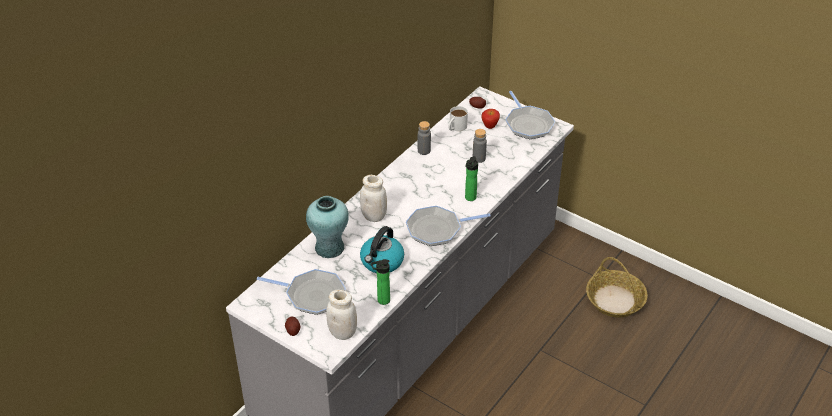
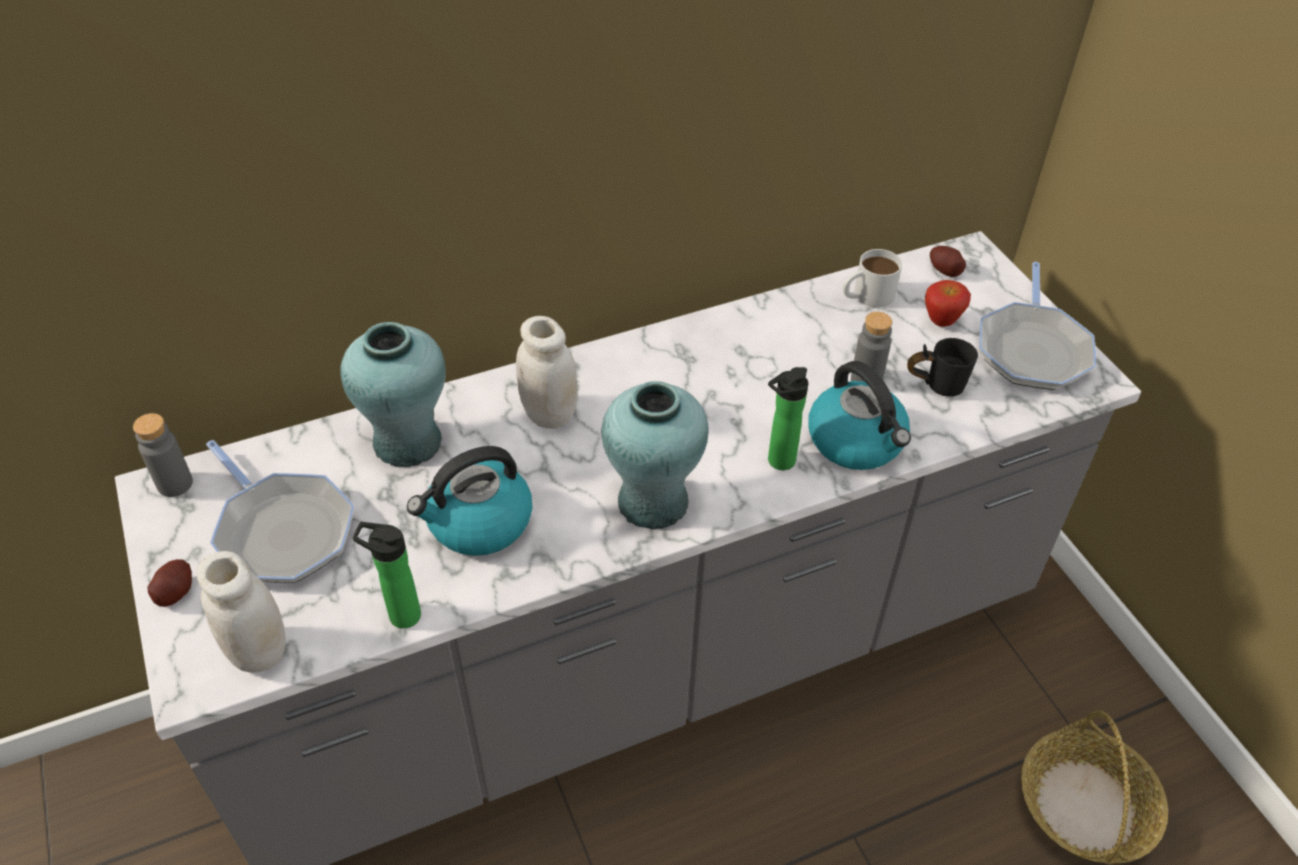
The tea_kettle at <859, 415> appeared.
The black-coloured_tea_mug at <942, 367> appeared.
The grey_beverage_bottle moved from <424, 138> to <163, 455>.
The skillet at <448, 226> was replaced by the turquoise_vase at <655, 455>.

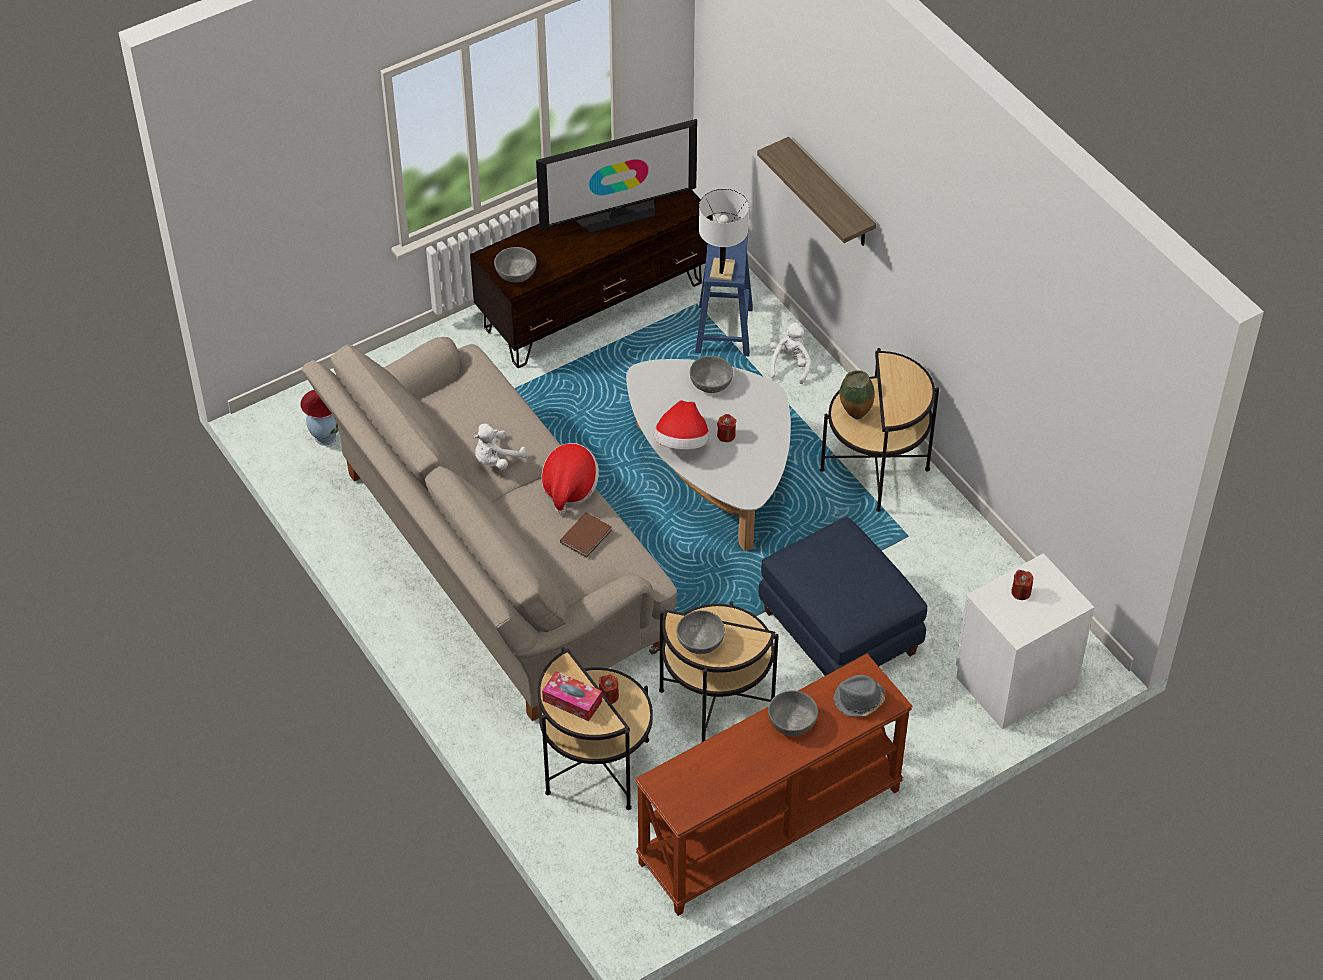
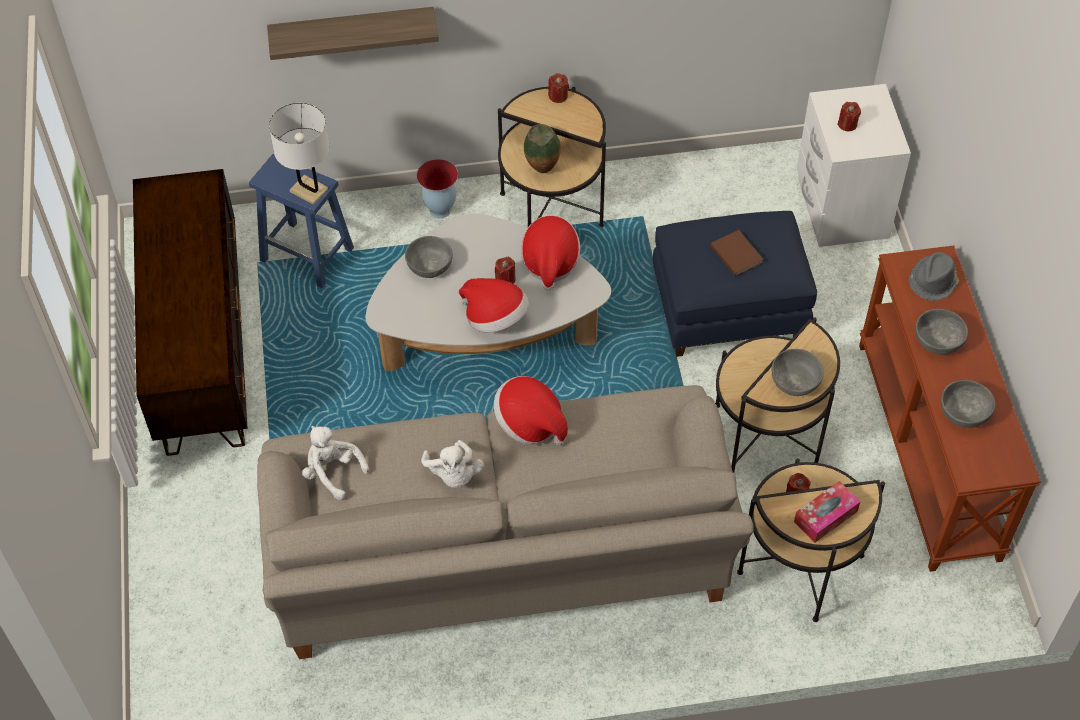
The TV at <616, 176> disappeared.
The wearable_hat at <550, 253> appeared.
The red-coloured_candle at <558, 88> appeared.
The vase moved from <319, 418> to <437, 188>.
The grey_deep_dish moved from <515, 265> to <968, 404>.
The brownish_volume moved from <586, 535> to <737, 253>.
The white-coloured_plush_toy moved from <790, 353> to <335, 463>.

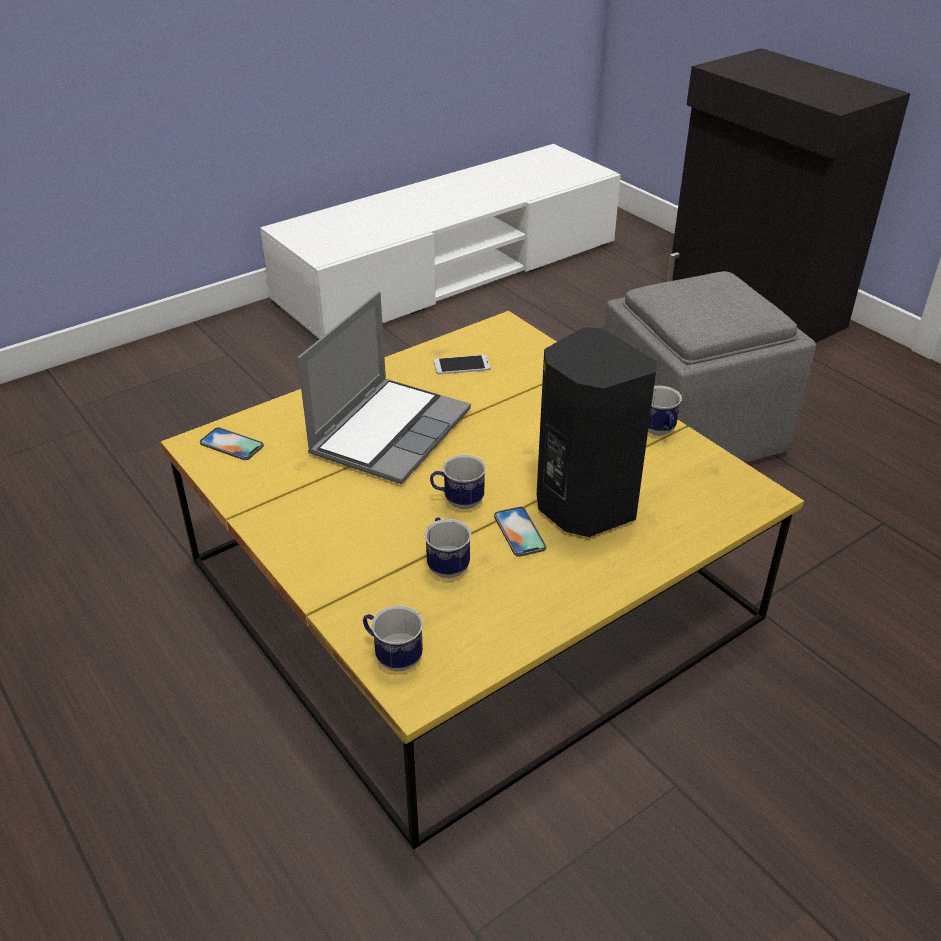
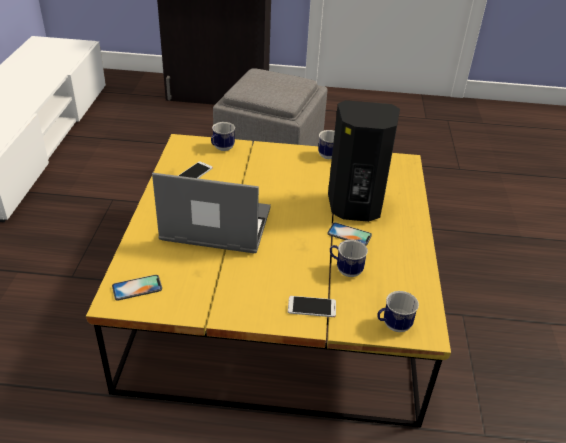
The handset at <312, 306> appeared.
The tea_mug moved from <458, 482> to <223, 136>.
The portable_computer at <384, 387> turned 60 degrees counterclockwise.

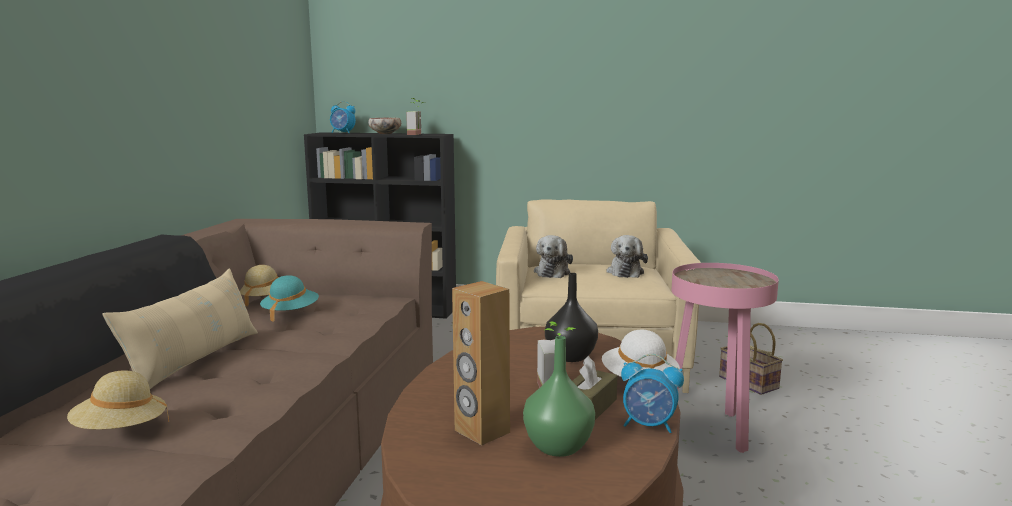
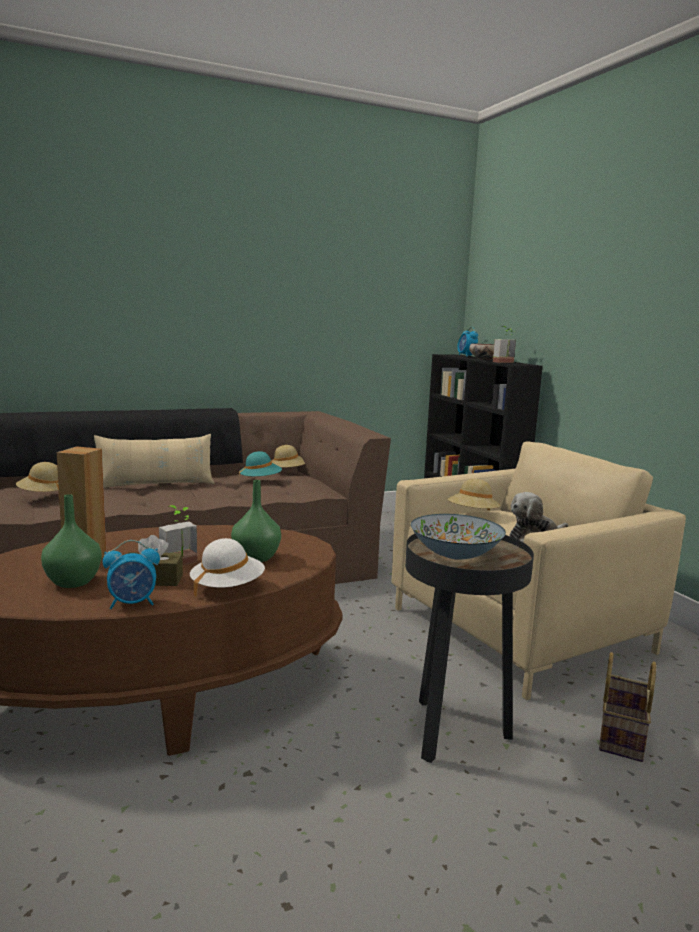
The deep_dish at <458, 537> appeared.
The plush_toy at <553, 256> was replaced by the beige-coloured_wearable_hat at <474, 494>.
The black-coloured_vase at <571, 317> became the greenish_vase at <256, 521>.
The pinkish_side_table at <725, 358> became the black-coloured_side_table at <469, 648>.
The table_clock at <652, 393> turned 90 degrees counterclockwise.

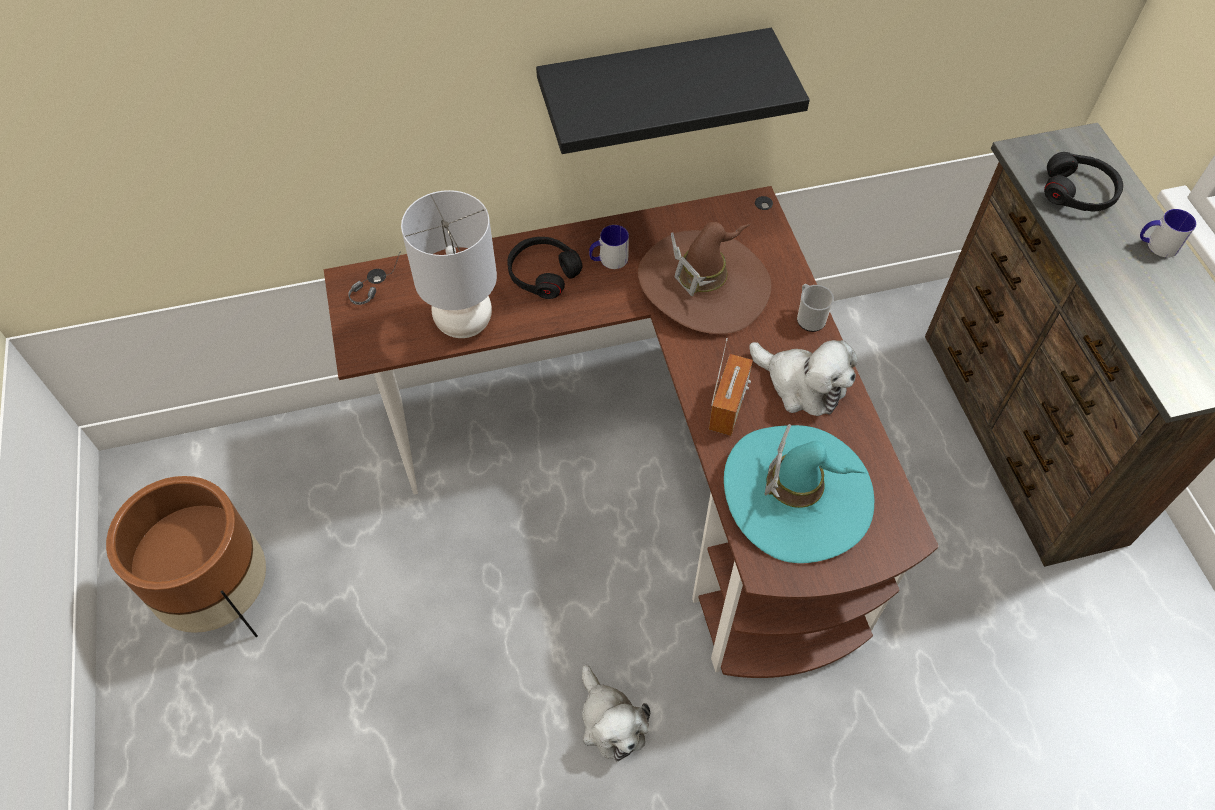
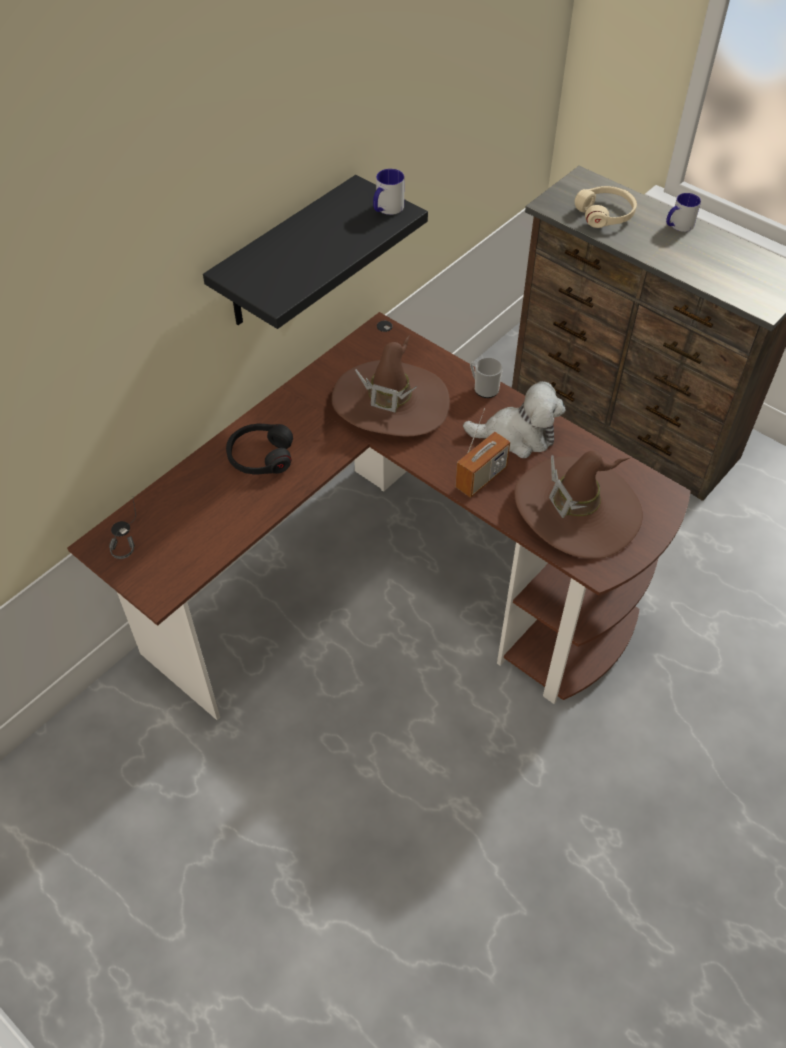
The brownish_flower_pot at <186, 556> disappeared.
The grey_table_lamp at <449, 264> disappeared.
The plush_toy at <616, 713> disappeared.
The tea_mug moved from <609, 247> to <389, 192>.
The turquoise_wearable_hat at <799, 493> became the brownish_wearable_hat at <578, 505>.
The black-coloured_headset at <1083, 181> became the beige-coloured_headset at <606, 207>.
The radio at <731, 387> turned 60 degrees clockwise.

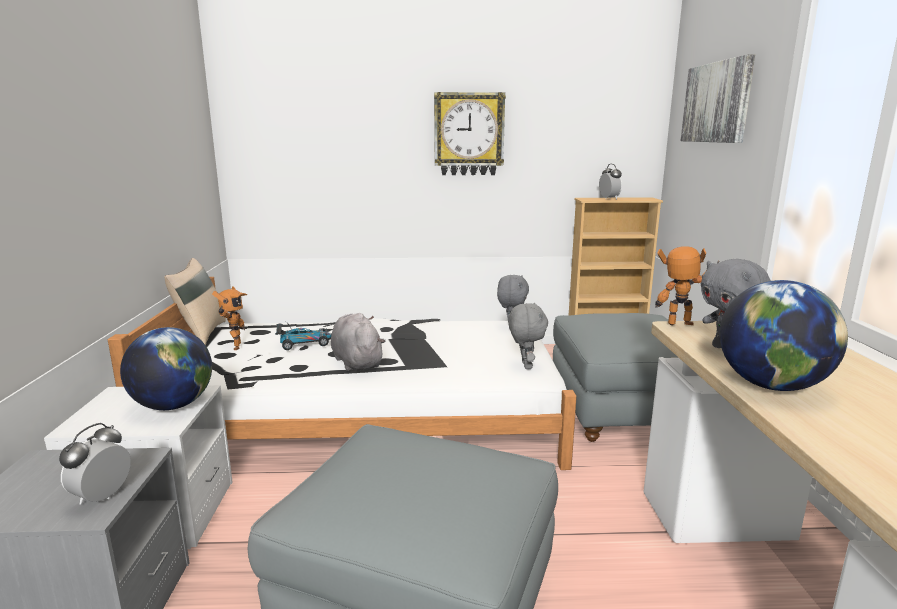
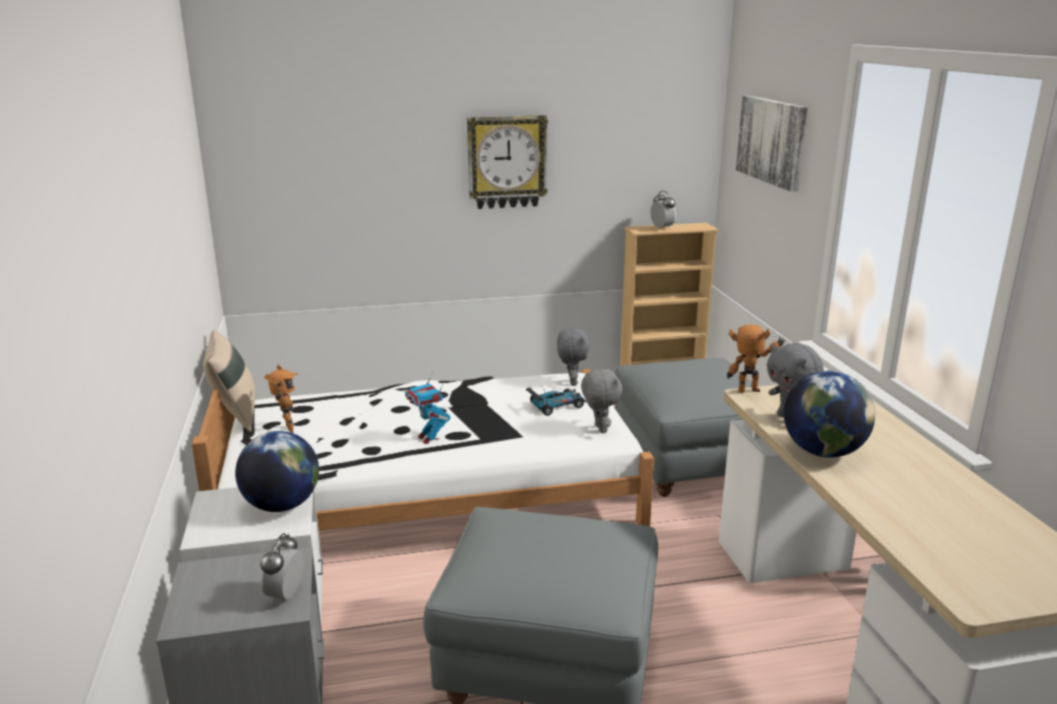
The miniature_car moved from <303, 336> to <556, 401>.
The grey_plush_toy at <358, 342> was replaced by the model_robot at <427, 408>.

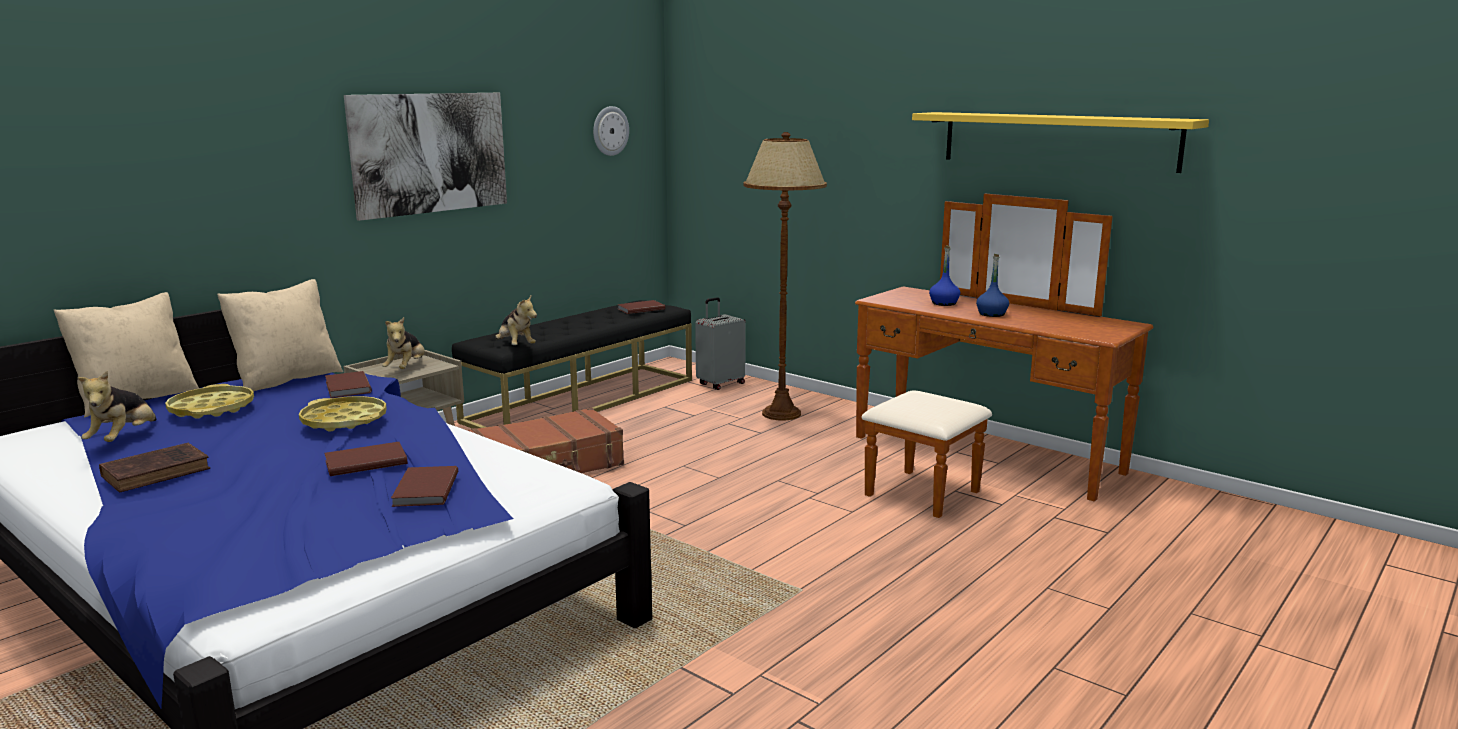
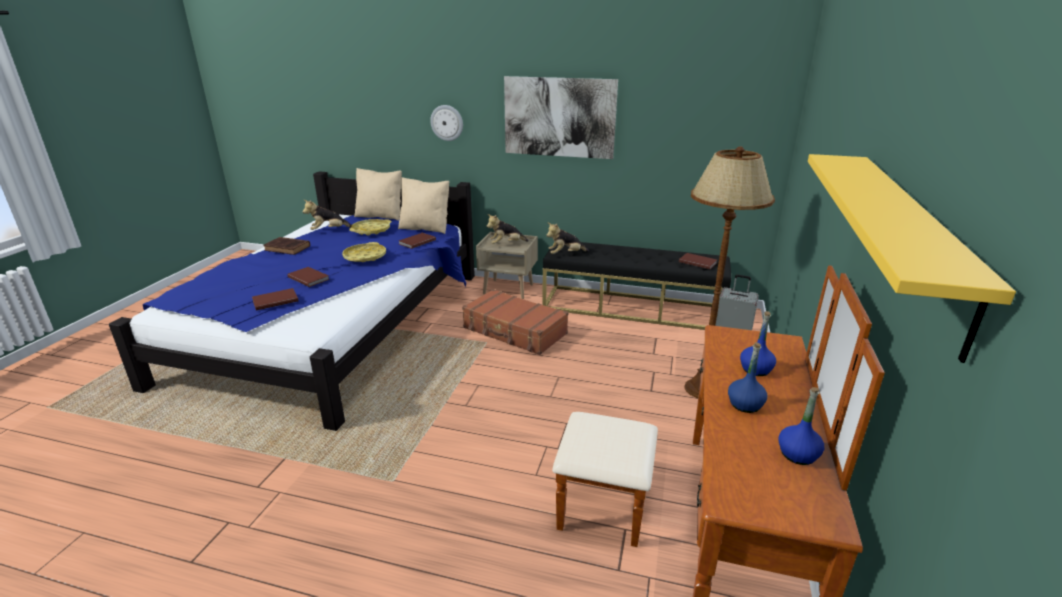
The bluish_beverage_bottle at <801, 426> appeared.
The wall_clock moved from <611, 131> to <446, 123>.
The plush_toy at <516, 320> turned 45 degrees clockwise.

